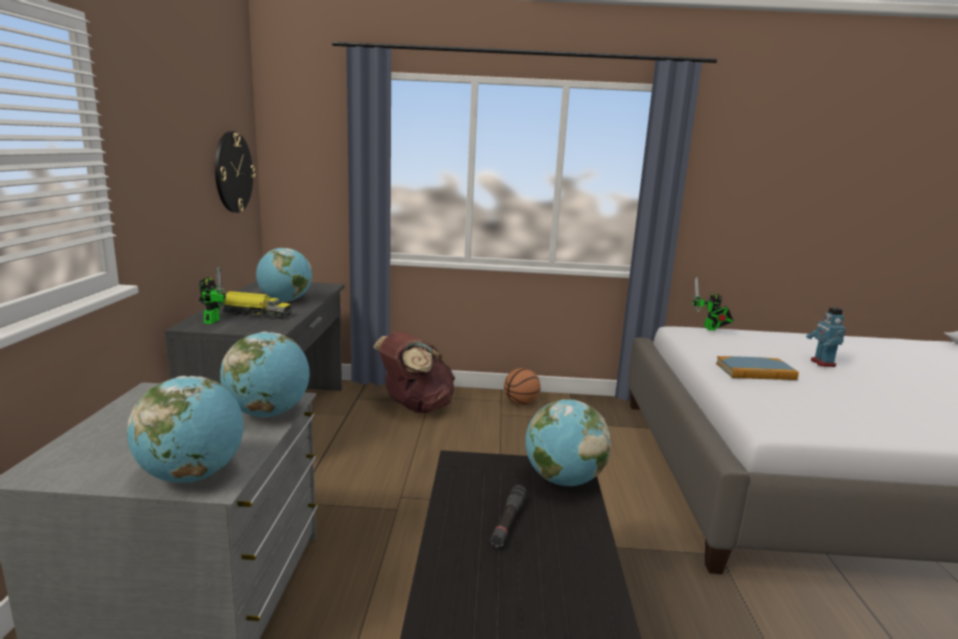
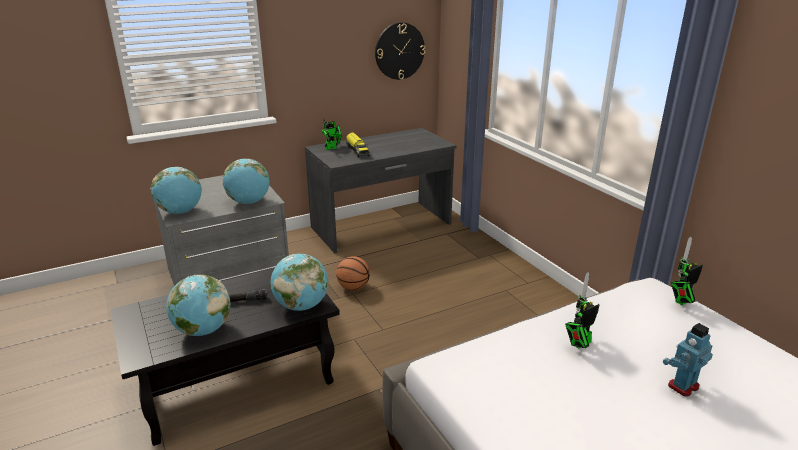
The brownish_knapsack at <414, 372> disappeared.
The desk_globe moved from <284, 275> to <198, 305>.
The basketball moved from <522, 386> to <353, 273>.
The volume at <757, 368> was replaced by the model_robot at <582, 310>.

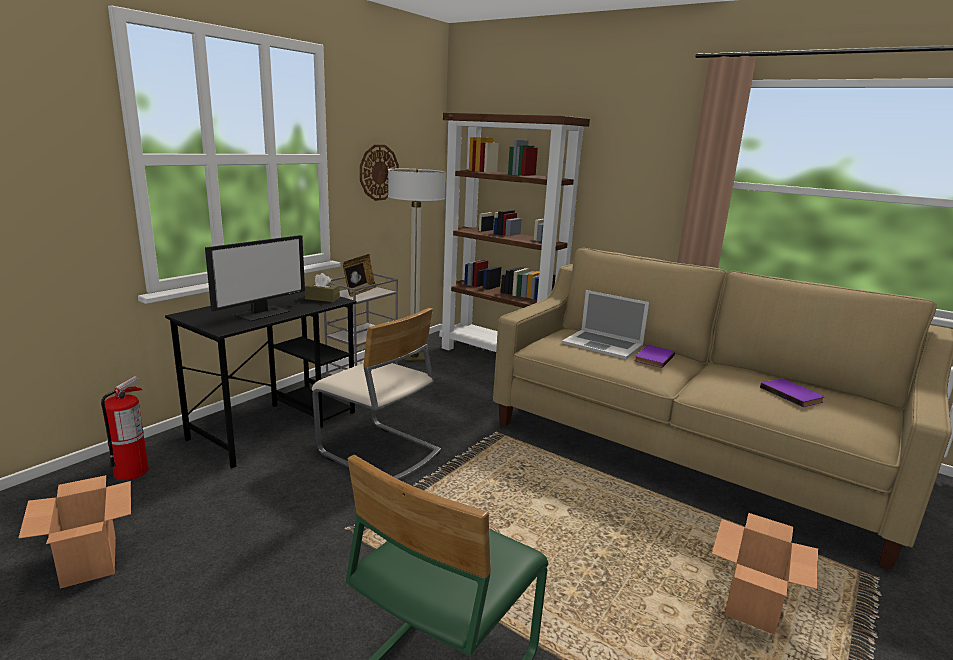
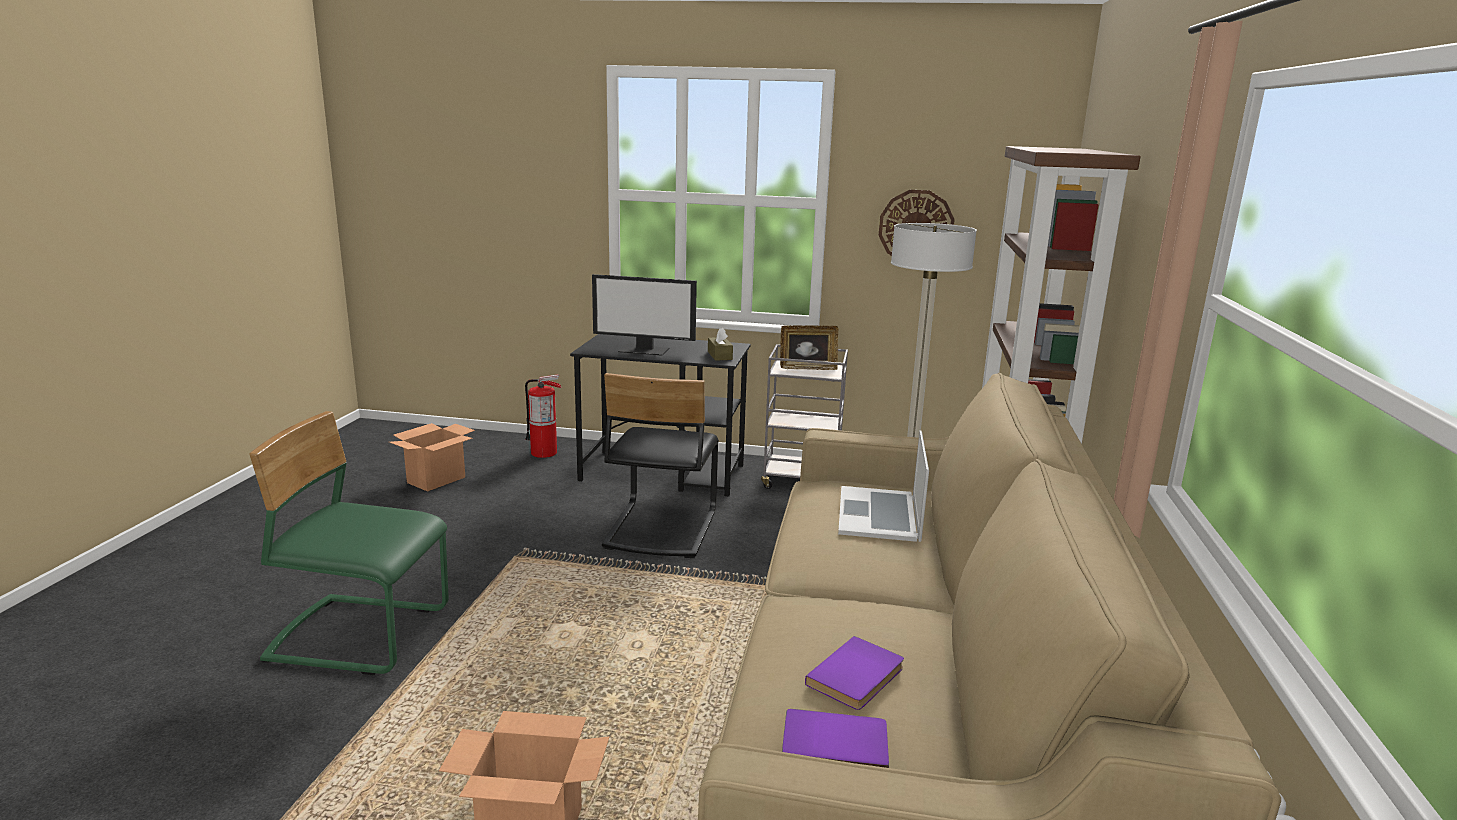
The purple-coloured_volume moved from <655, 356> to <835, 738>.
The beige-coloured_plain_chair at <376, 394> became the black-coloured_plain_chair at <660, 465>.

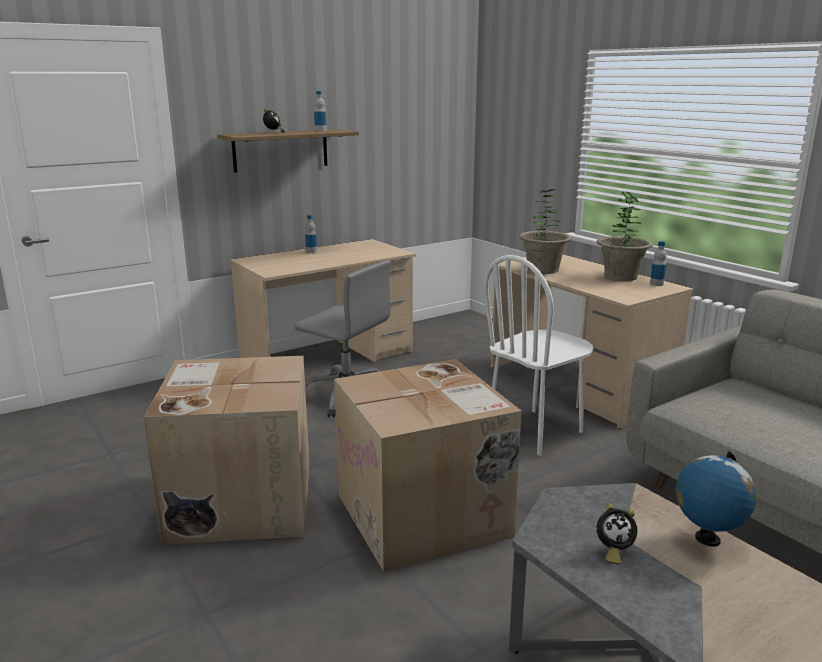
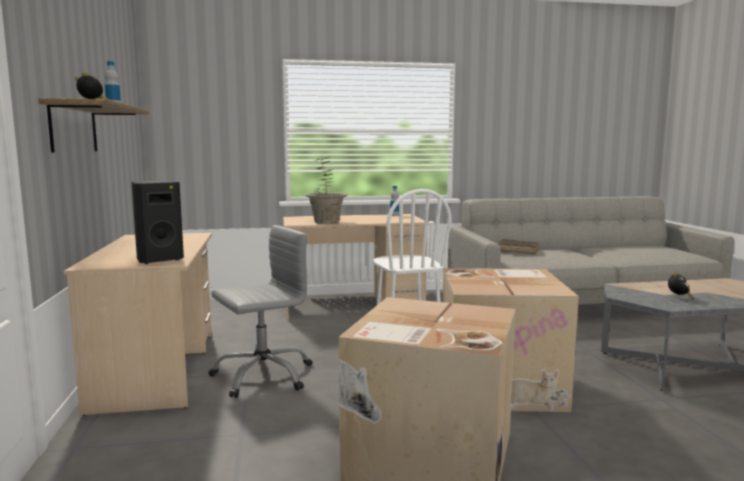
The beverage_bottle at <311, 234> disappeared.
The houseplant at <625, 236> disappeared.
The desk_globe at <716, 499> disappeared.
The black-coloured_speaker at <157, 222> appeared.
The brownish_volume at <518, 246> appeared.

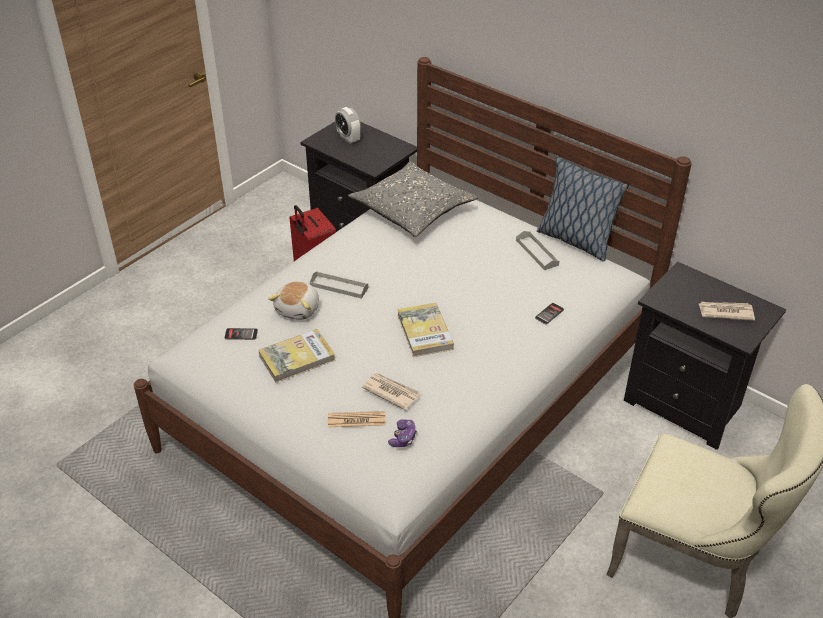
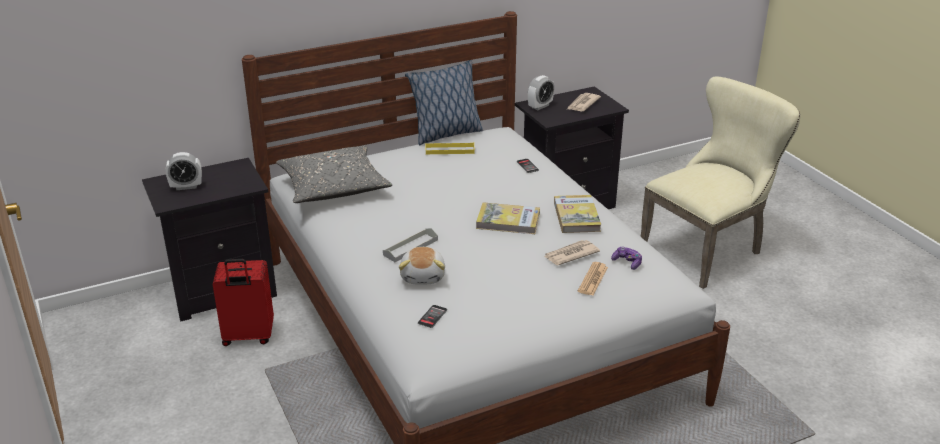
The table_clock at <541, 92> appeared.
The volume moved from <297, 356> to <577, 214>.
The grey_carrying_tray at <537, 250> became the yellow-coloured_carrying_tray at <450, 148>.
The plush_toy at <293, 300> turned 45 degrees clockwise.

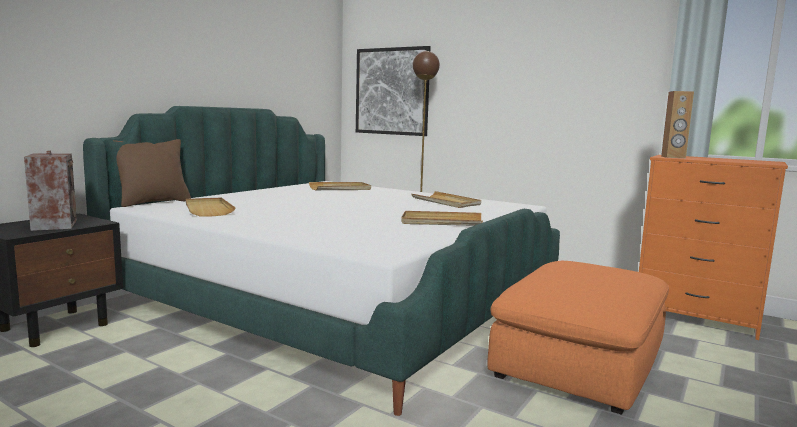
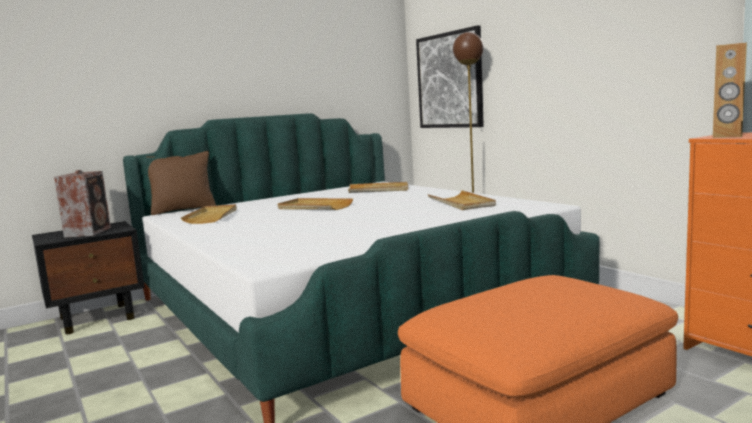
The beige-coloured_carrying_tray moved from <442, 218> to <315, 204>.

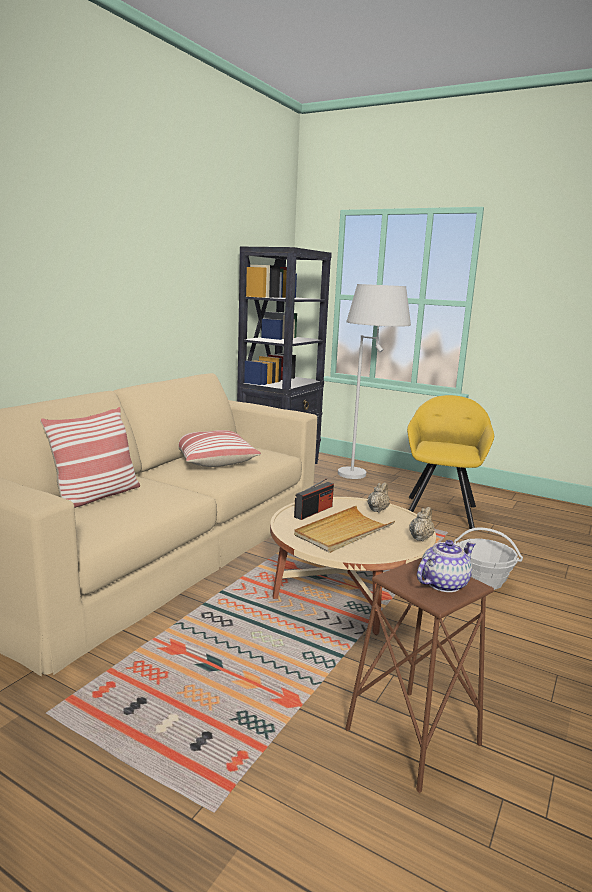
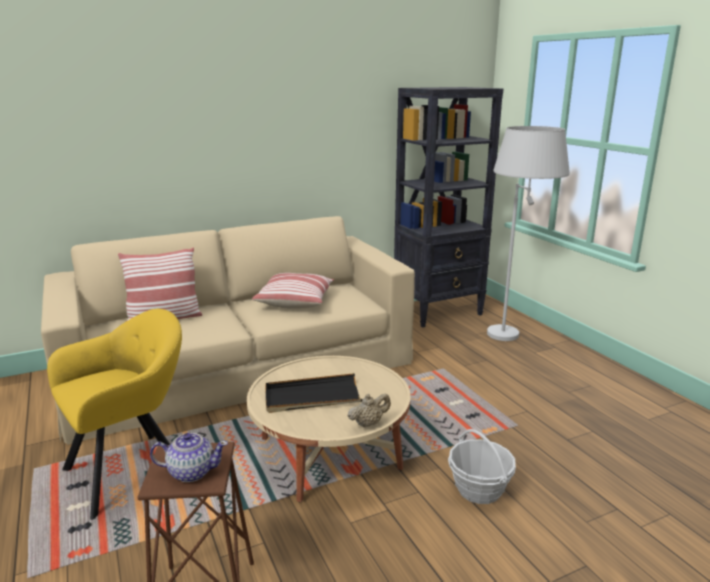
The radio at <314, 499> disappeared.
The beige-coloured_teapot at <379, 497> disappeared.
The yellow-coloured_lounge_chair moved from <450, 462> to <114, 414>.
The beige-coloured_carrying_tray at <344, 529> became the black-coloured_carrying_tray at <314, 393>.

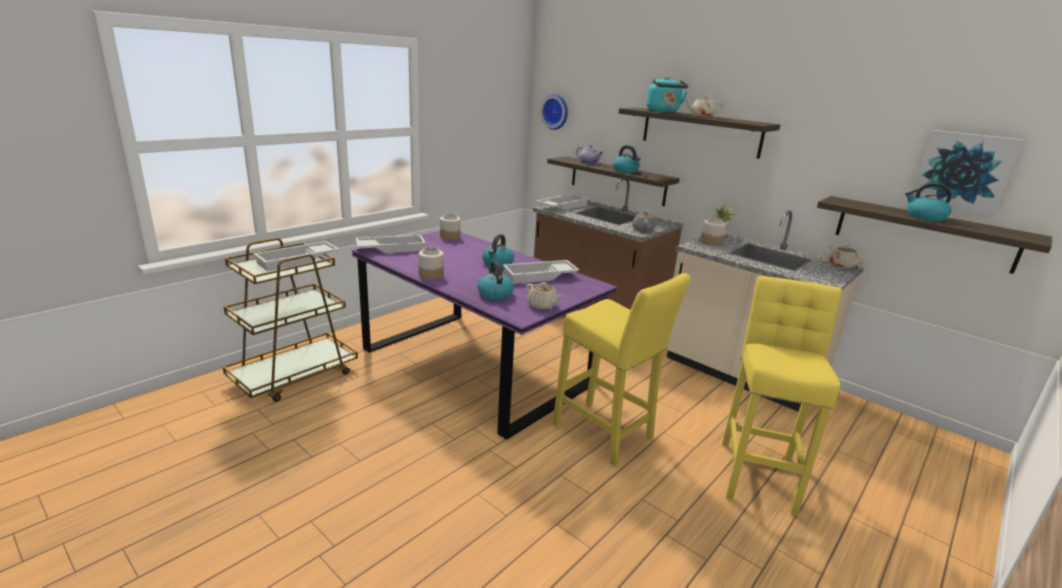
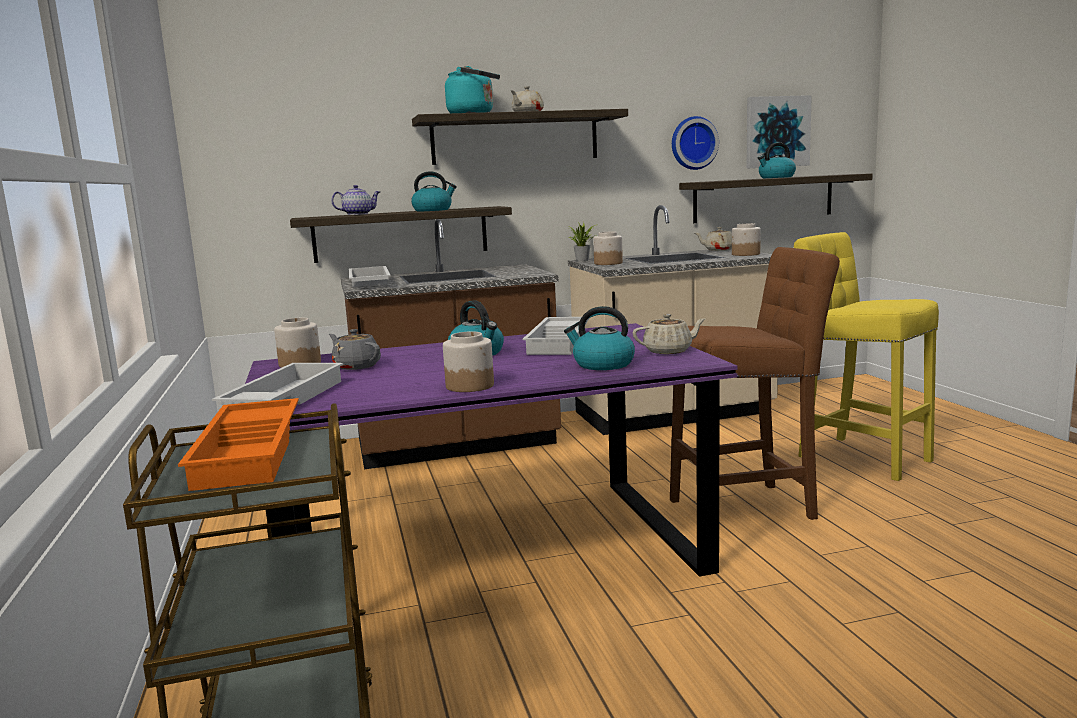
The preserve_jar at <746, 239> appeared.
The wall_clock moved from <554, 112> to <695, 143>.
The grey_teapot moved from <644, 221> to <355, 349>.
The white-coloured_carrying_tray at <296, 256> became the orange_carrying_tray at <238, 444>.
The yellow-coloured_stool at <622, 370> became the brownish_stool at <755, 383>.

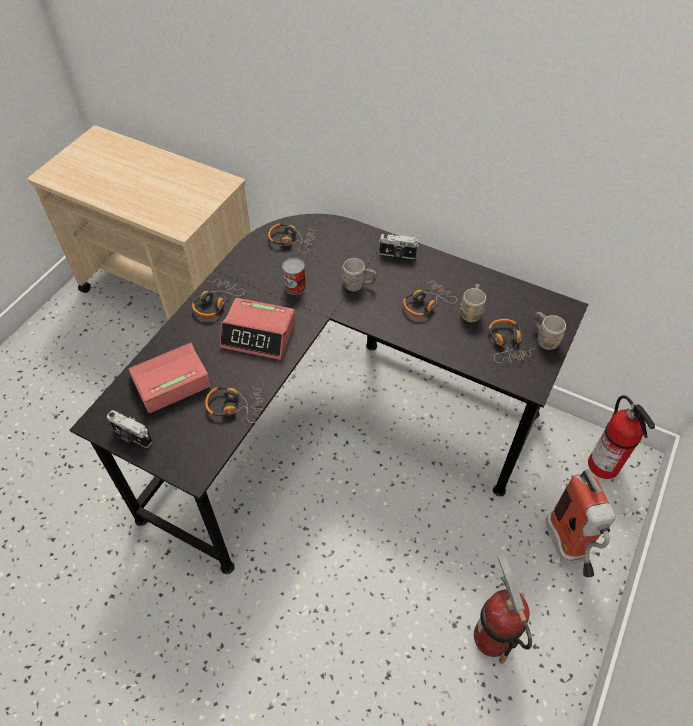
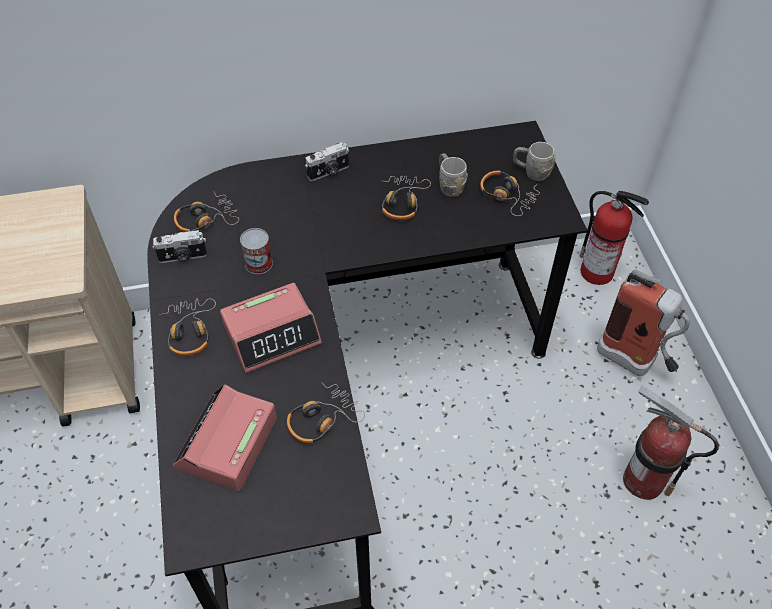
The grey_tea_mug at <359, 274> disappeared.
The still_camera moved from <130, 429> to <180, 246>.

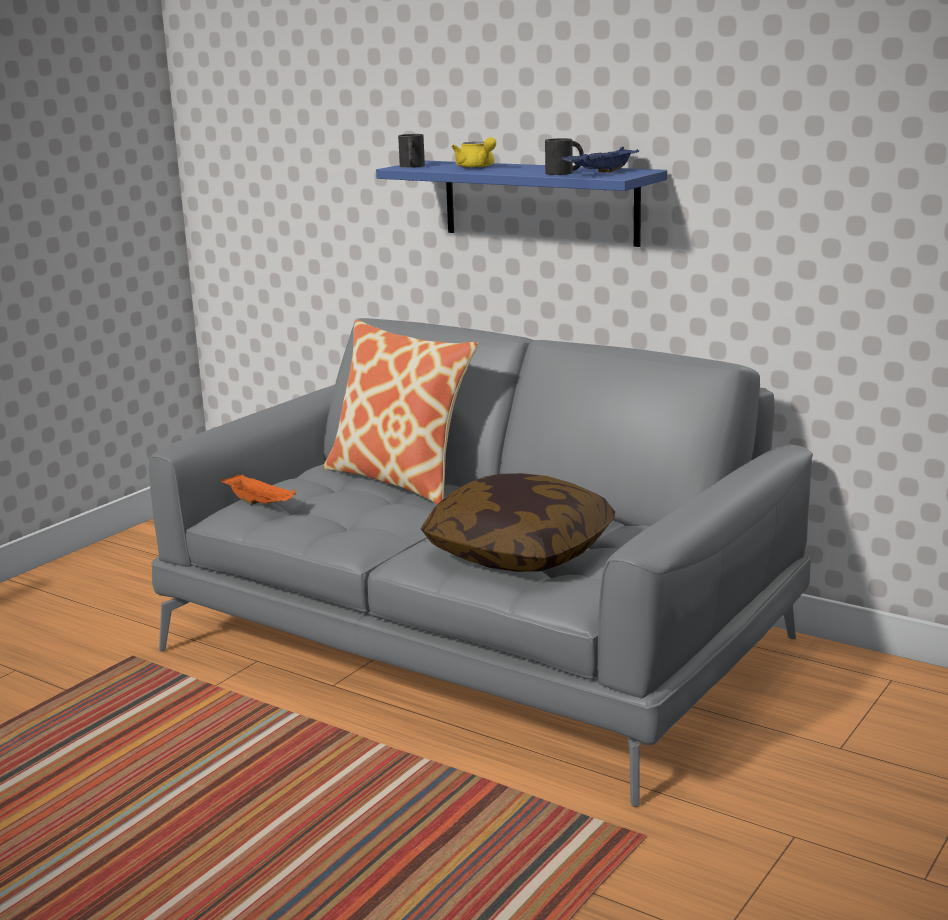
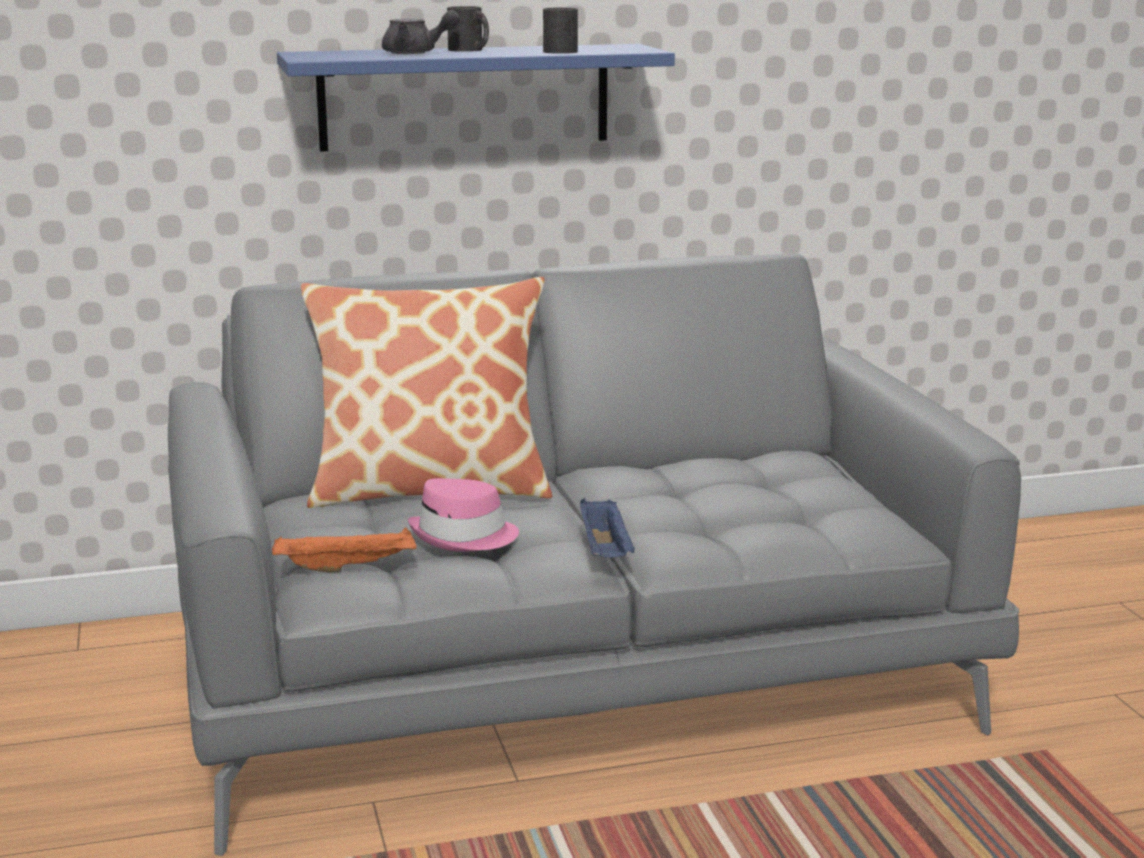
The cushion at <518, 522> disappeared.
The pinkish_wearable_hat at <463, 515> appeared.
The black-coloured_tea_mug moved from <411, 151> to <468, 29>.
The bluish_carrying_tray moved from <599, 160> to <607, 528>.
The yellow-coloured_teapot at <474, 152> became the grey_teapot at <421, 32>.

